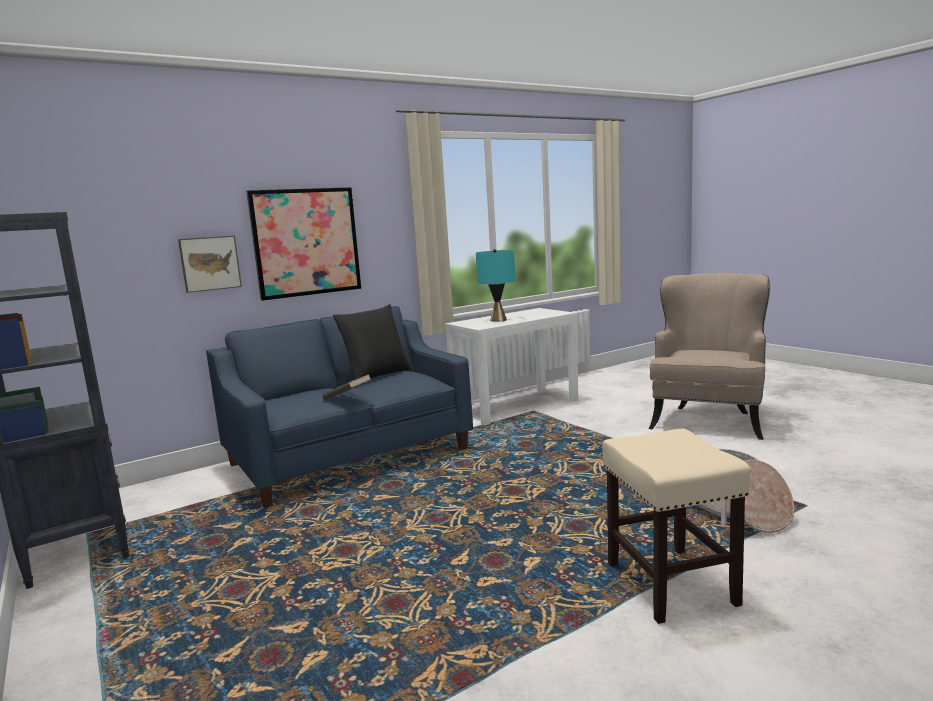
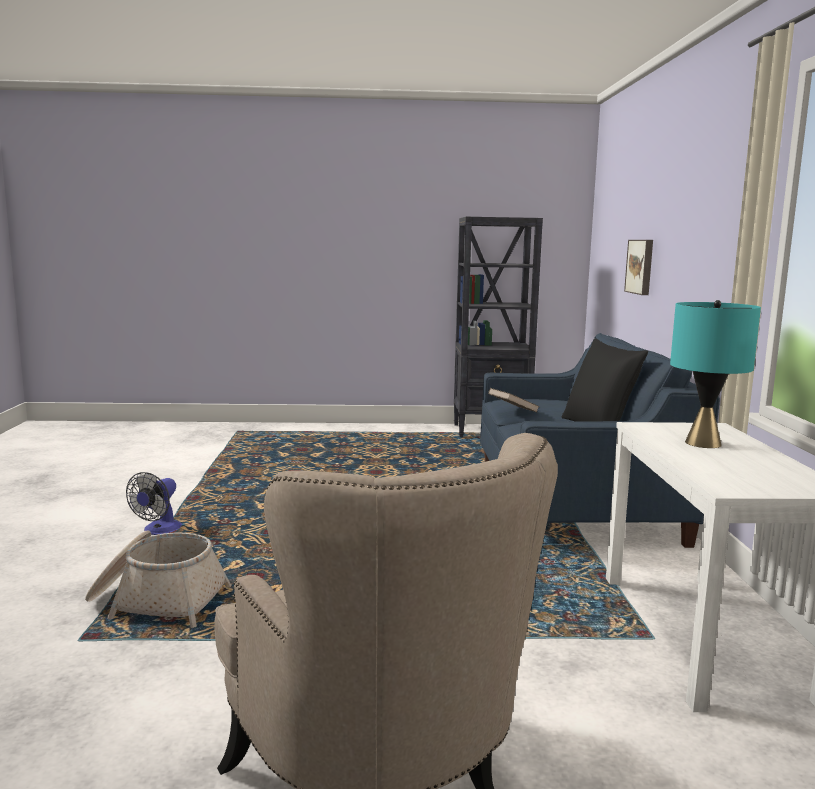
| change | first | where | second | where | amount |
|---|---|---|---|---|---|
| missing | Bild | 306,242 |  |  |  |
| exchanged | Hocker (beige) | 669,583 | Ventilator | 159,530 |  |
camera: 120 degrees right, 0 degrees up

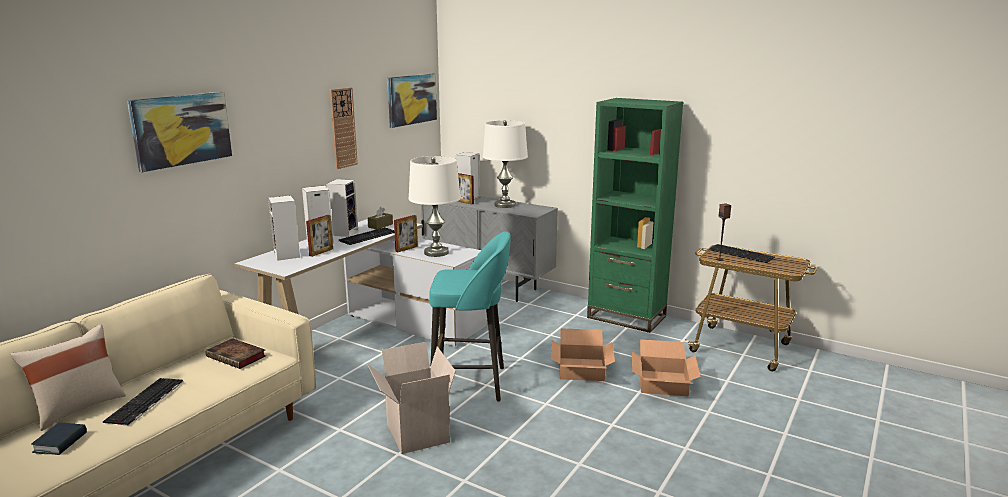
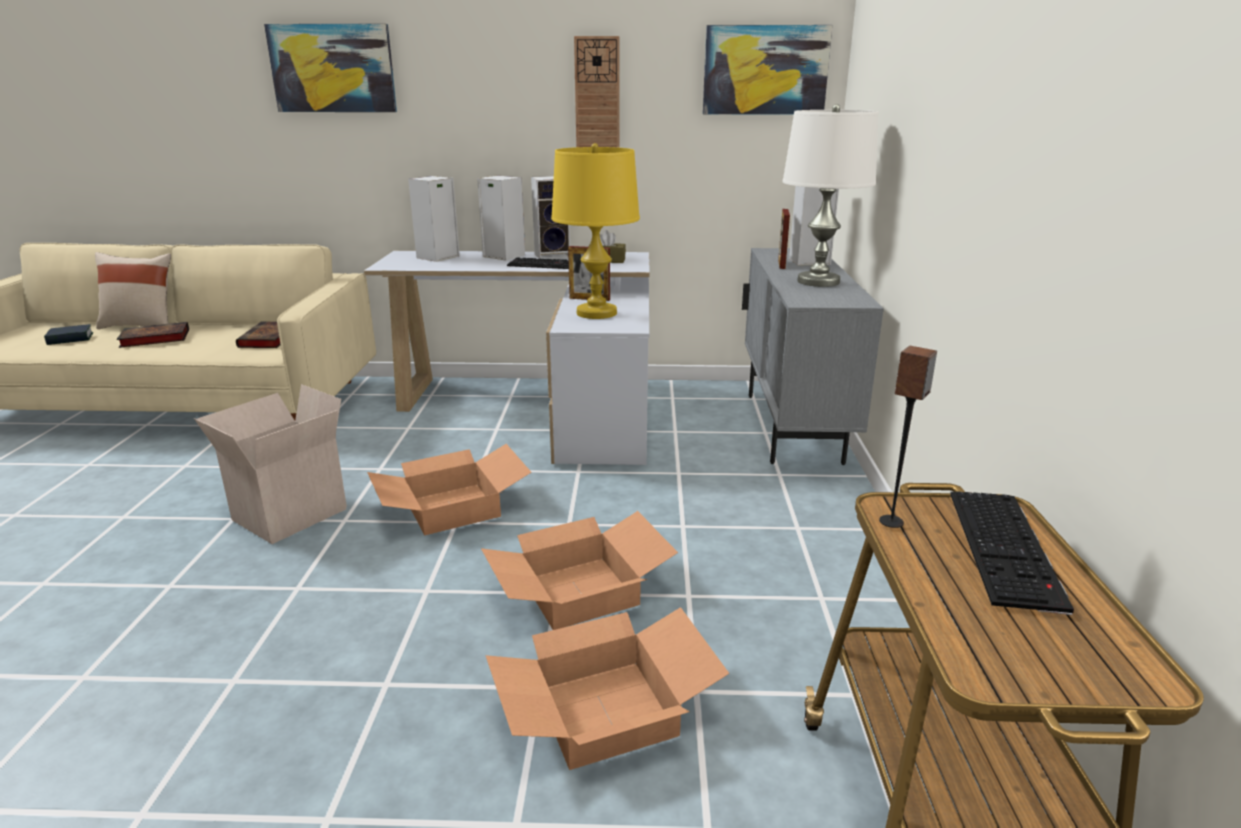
| change | first | where | second | where | amount |
|---|---|---|---|---|---|
| missing | Bilderrahmen | 321,252 |  |  |  |
| missing | Bücherregal (grün) | 626,317 |  |  |  |
| exchanged | Tastatur | 145,401 | Buch | 153,339 |  |
| exchanged | Hocker (türkis) | 471,383 | Karton | 452,509 |  |
| colour | Tischlampe (weiß) | 436,252 | Tischlampe (gelb) | 597,313 |  |
camera: 60 degrees right, 5 degrees up

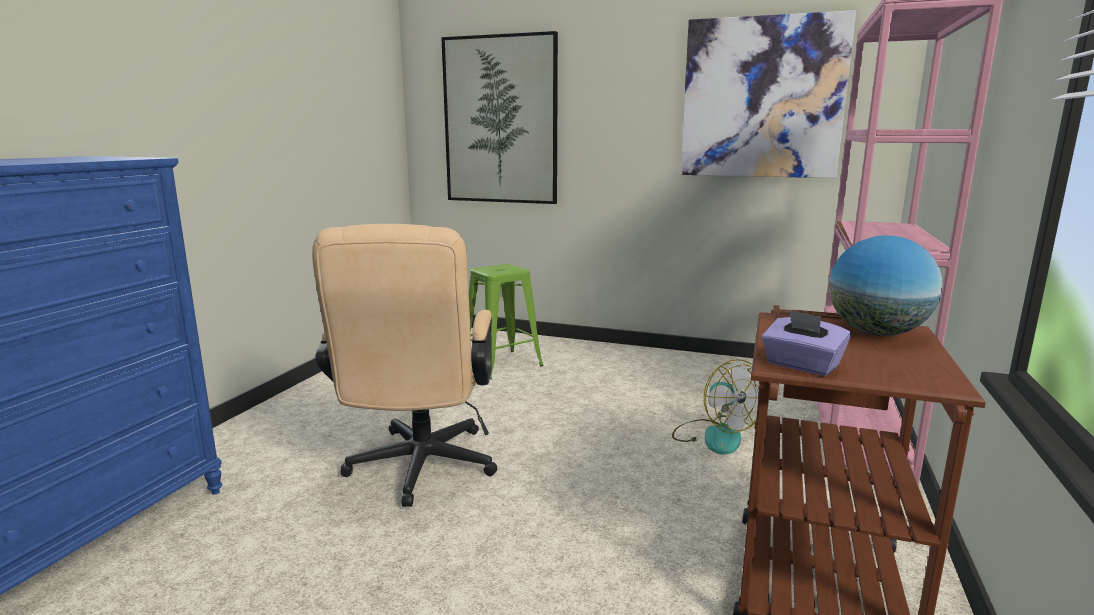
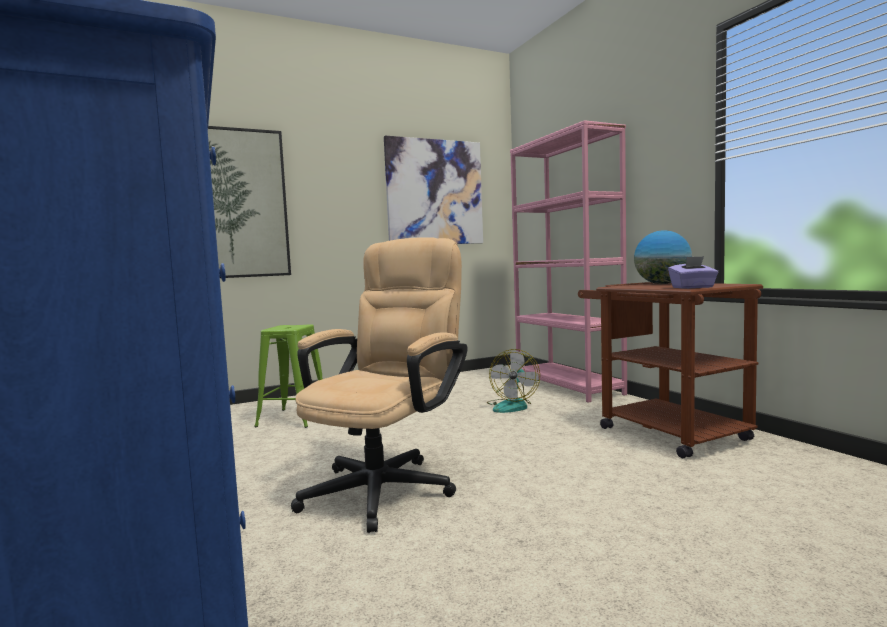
| change | first | where | second | where | amount |
|---|---|---|---|---|---|
| spun | Bürostuhl (beige) | 419,471 |  | 387,485 | 105 degrees counterclockwise |
| spun | Ventilator | 714,436 |  | 512,406 | 90 degrees clockwise |
camera: 45 degrees left, 10 degrees down

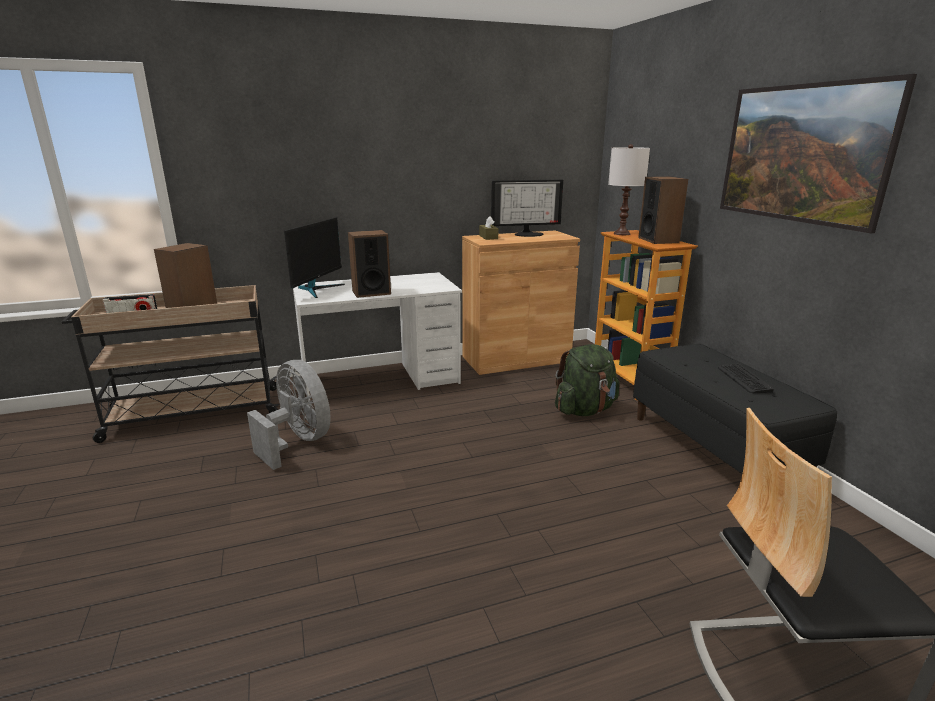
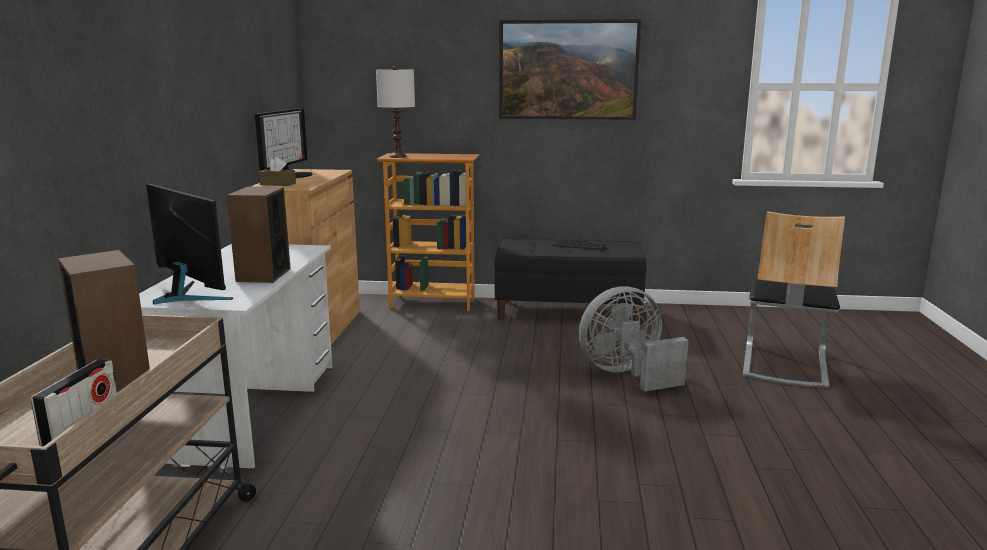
| change | first | where | second | where | amount |
|---|---|---|---|---|---|
| missing | Rucksack (grün) | 585,410 |  |  |  |
| missing | Lautsprecher | 658,240 |  |  |  |
| relocated | Ventilator (grau) | 298,442 |  | 627,374 |  |
camera: 65 degrees left, 5 degrees down

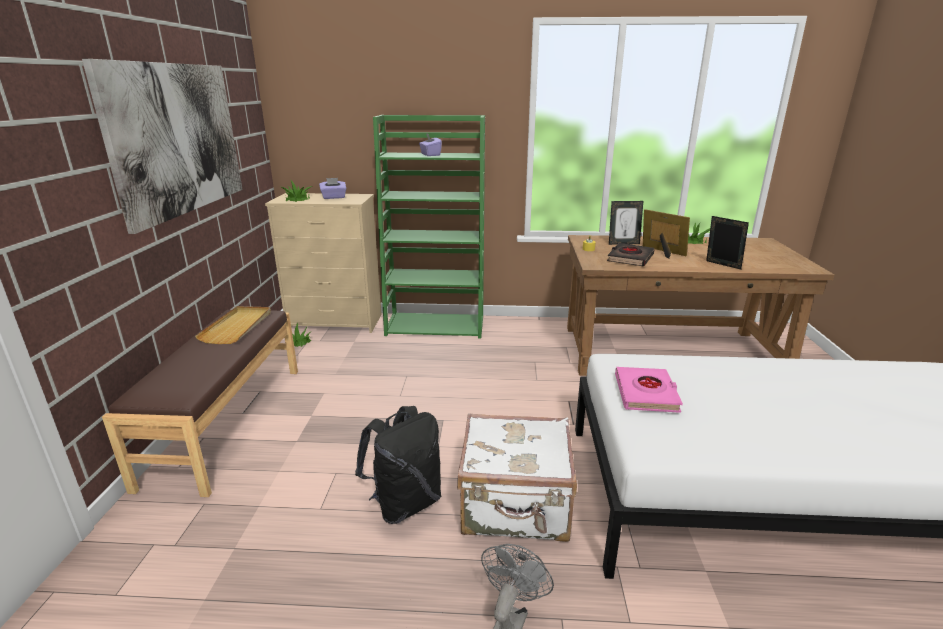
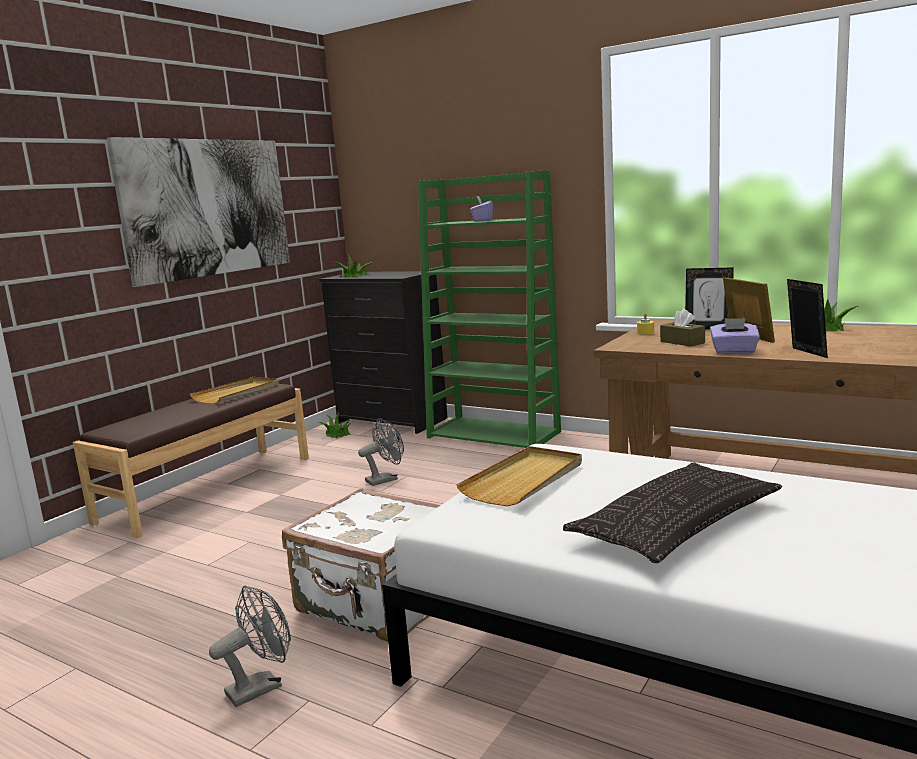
| change | first | where | second | where | amount |
|---|---|---|---|---|---|
| missing | Rucksack (schwarz) | 405,503 |  |  |  |
| appeared |  |  | Ventilator (grau) | 386,479 |  |
| appeared |  |  | Kissen | 676,525 |  |
| relocated | Taschentuchbox (lila) | 334,197 |  | 734,351 |  |
| exchanged | Buch (schwarz) | 630,258 | Taschentuchbox (braun) | 682,342 |  |
| exchanged | Buch (rosa) | 646,394 | Tablett (beige) | 524,480 |  |
| colour | Kommode (beige) | 336,322 | Kommode (schwarz) | 392,421 |  |
camera: 30 degrees right, 10 degrees down

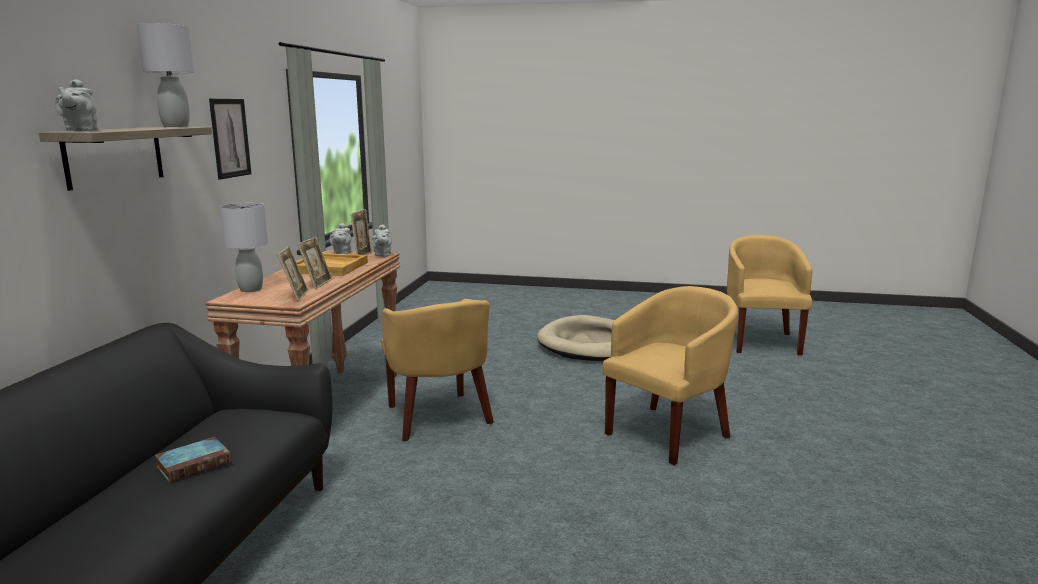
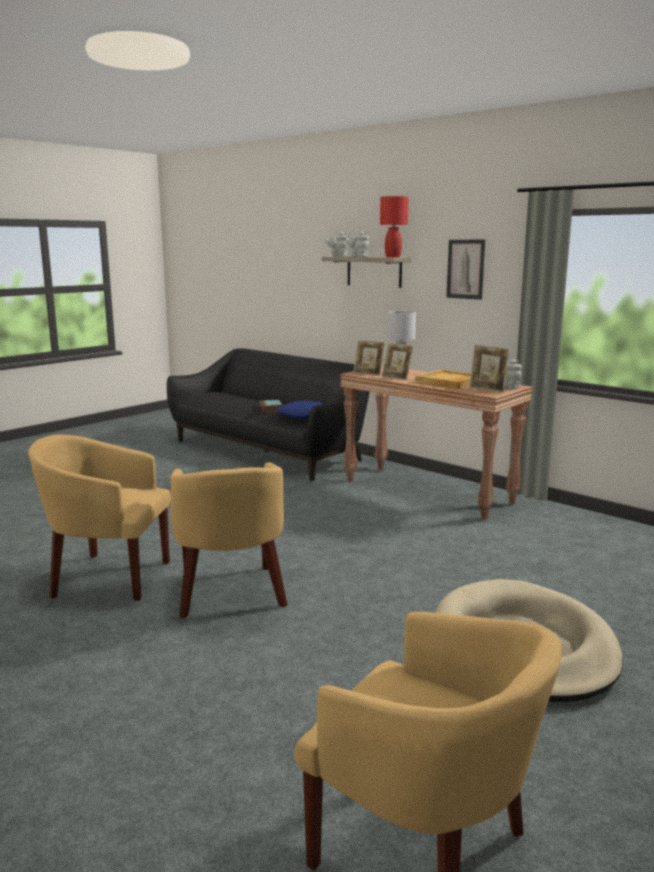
| change | first | where | second | where | amount |
|---|---|---|---|---|---|
| appeared |  |  | Kissen (blau) | 304,416 |  |
| relocated | Teekanne (grau) | 382,255 |  | 358,256 |  |
| relocated | Sessel (gelb) | 438,418 |  | 107,577 |  |
| colour | Tischlampe (grau) | 175,126 | Tischlampe (rot) | 393,257 |  |
camera: 120 degrees right, 0 degrees up

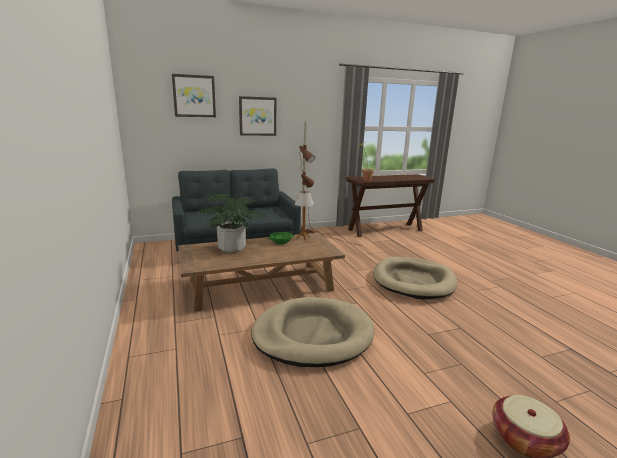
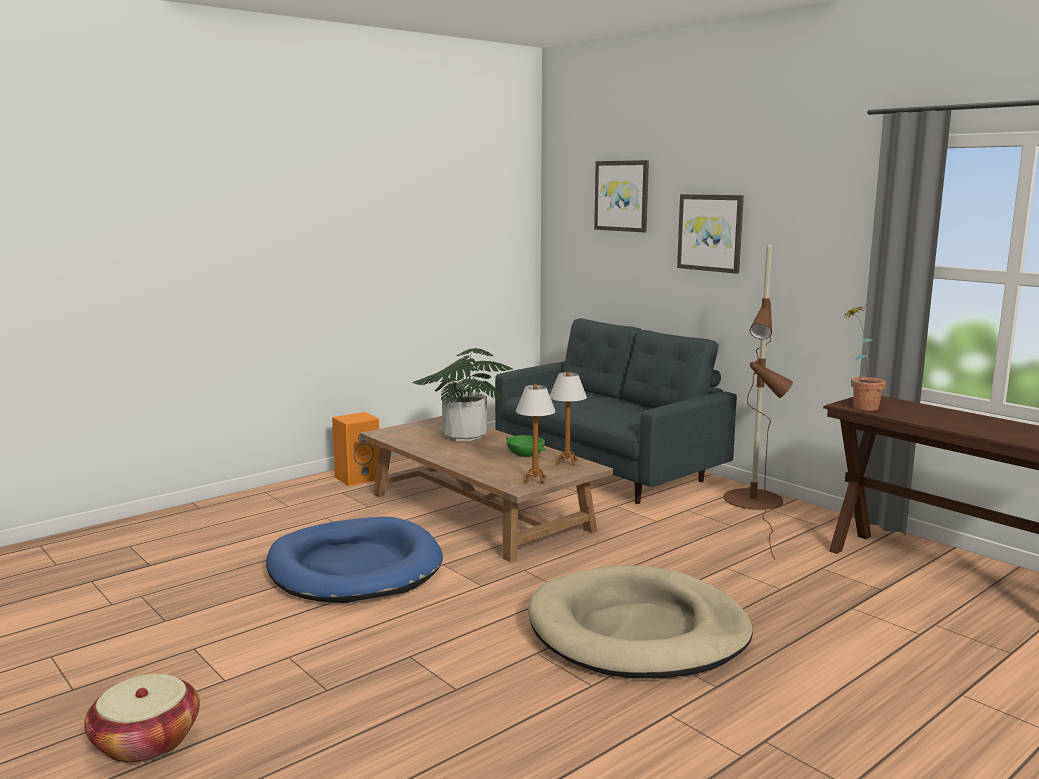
| change | first | where | second | where | amount |
|---|---|---|---|---|---|
| appeared |  |  | Lautsprecher (orange) | 358,478 |  |
| appeared |  |  | Tischlampe | 535,480 |  |
| colour | Hundebett (beige) | 312,335 | Hundebett (blau) | 354,567 |  |
camera: 70 degrees right, 5 degrees down

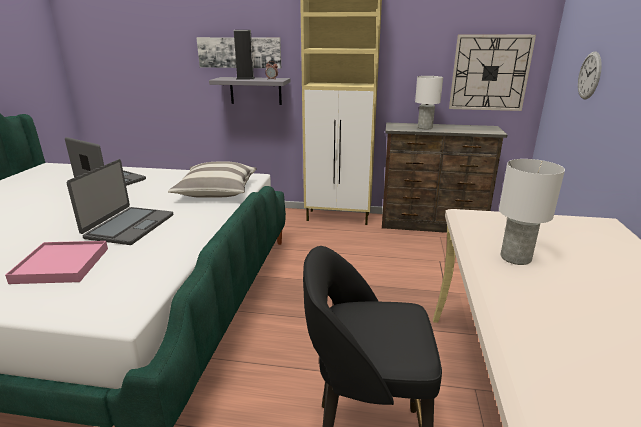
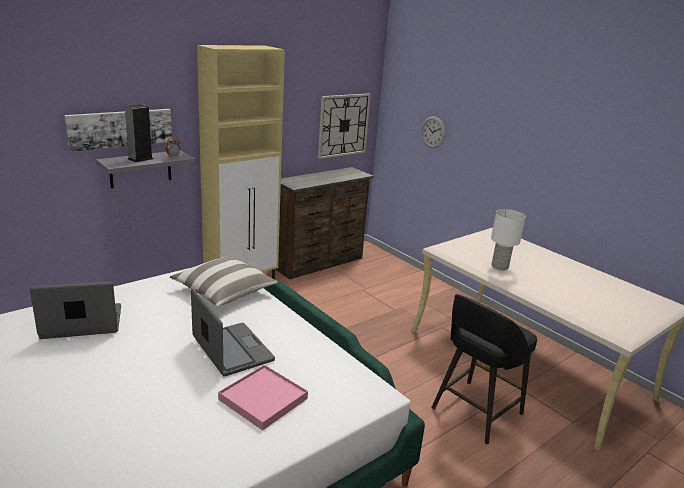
| change | first | where | second | where | amount |
|---|---|---|---|---|---|
| missing | Tischlampe (weiß) | 424,128 |  |  |  |
camera: 50 degrees left, 0 degrees up

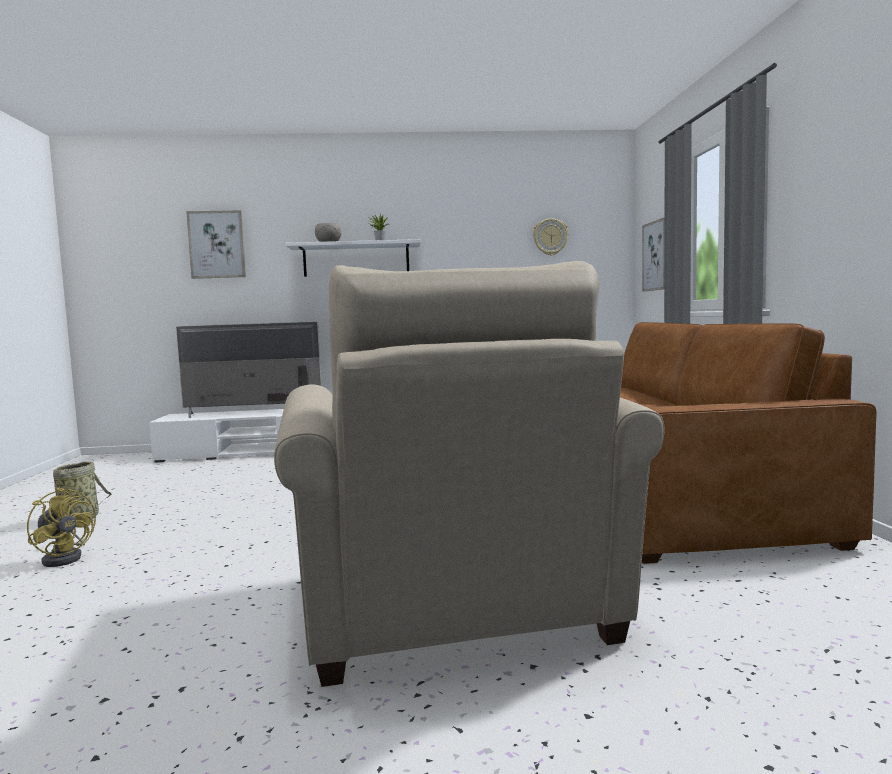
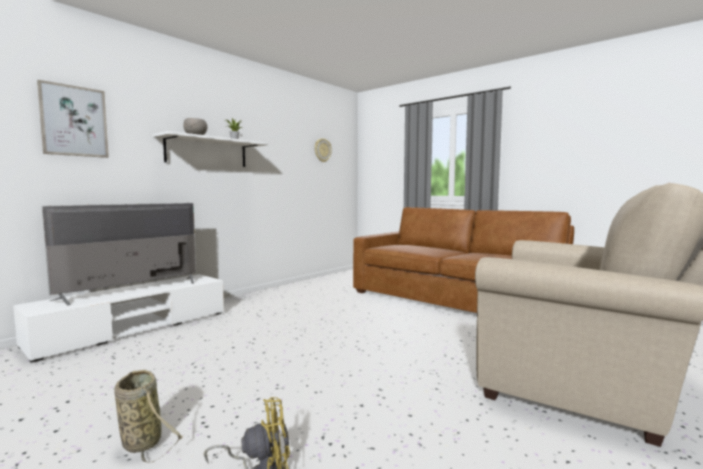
| change | first | where | second | where | amount |
|---|---|---|---|---|---|
| missing | Bild | 656,256 |  |  |  |
camera: 45 degrees left, 0 degrees up

